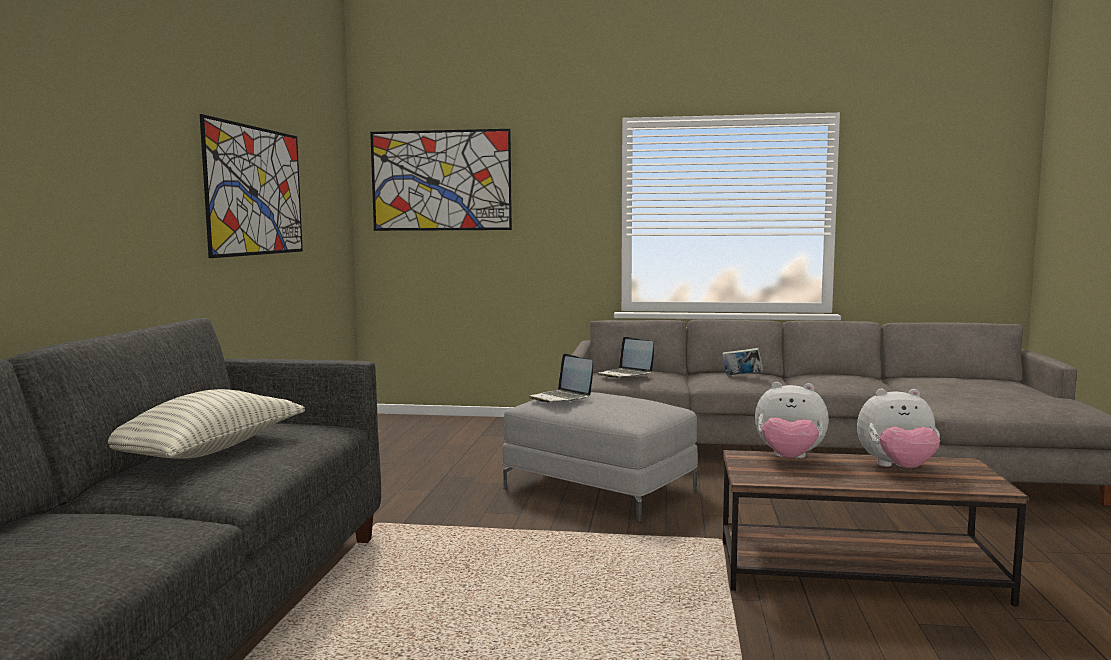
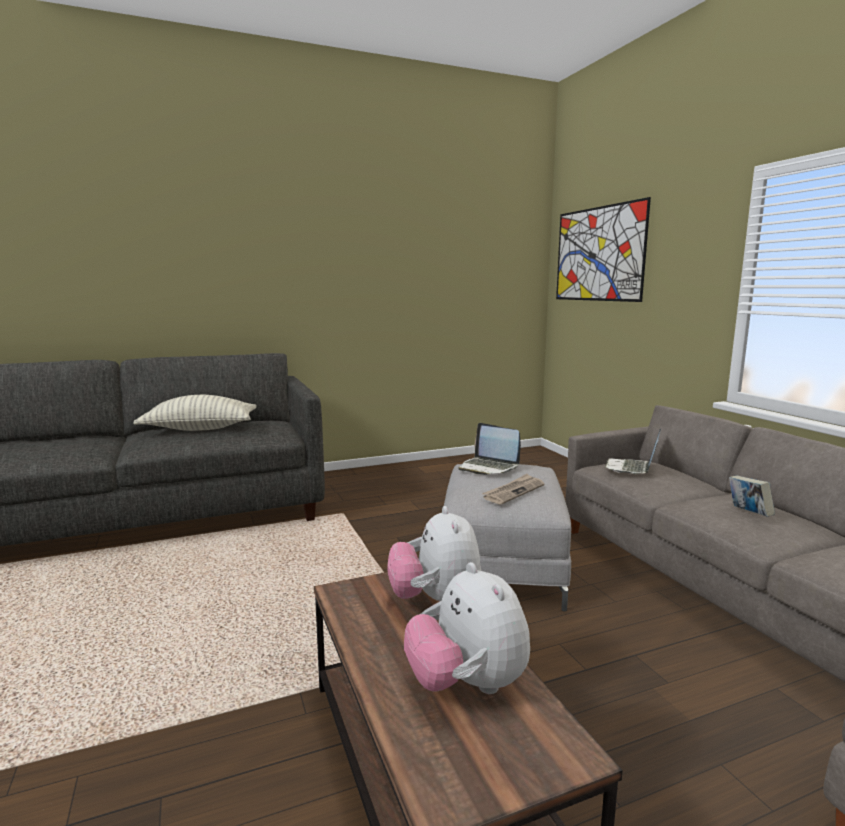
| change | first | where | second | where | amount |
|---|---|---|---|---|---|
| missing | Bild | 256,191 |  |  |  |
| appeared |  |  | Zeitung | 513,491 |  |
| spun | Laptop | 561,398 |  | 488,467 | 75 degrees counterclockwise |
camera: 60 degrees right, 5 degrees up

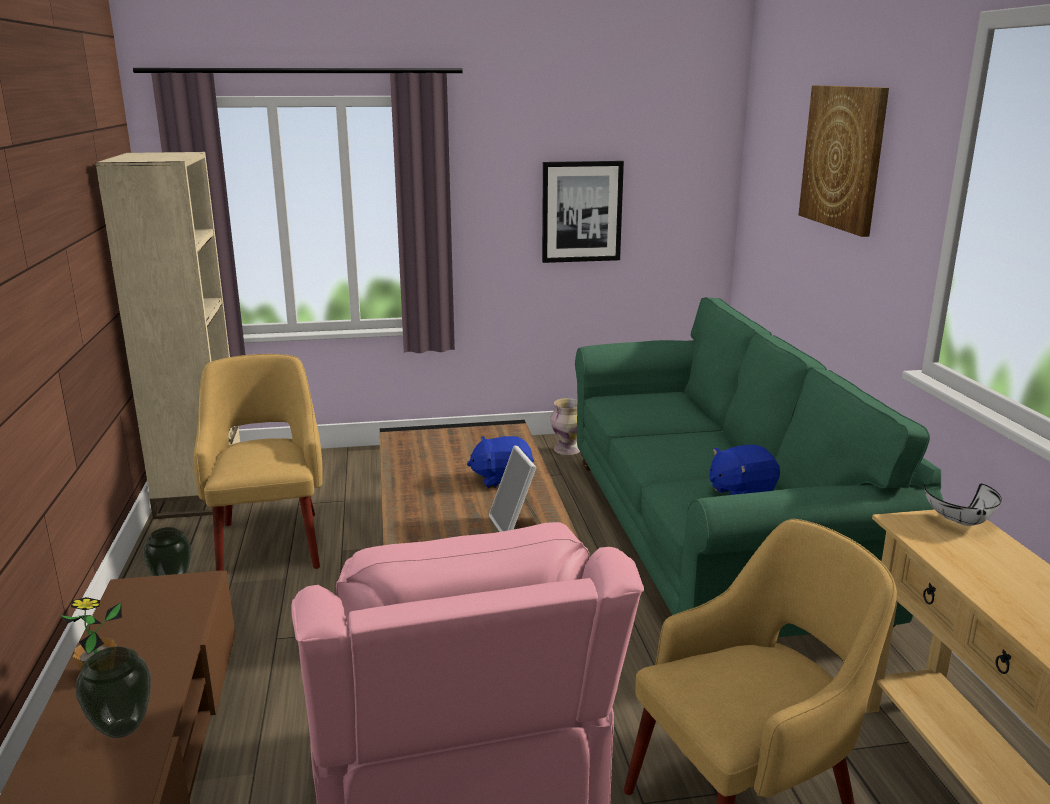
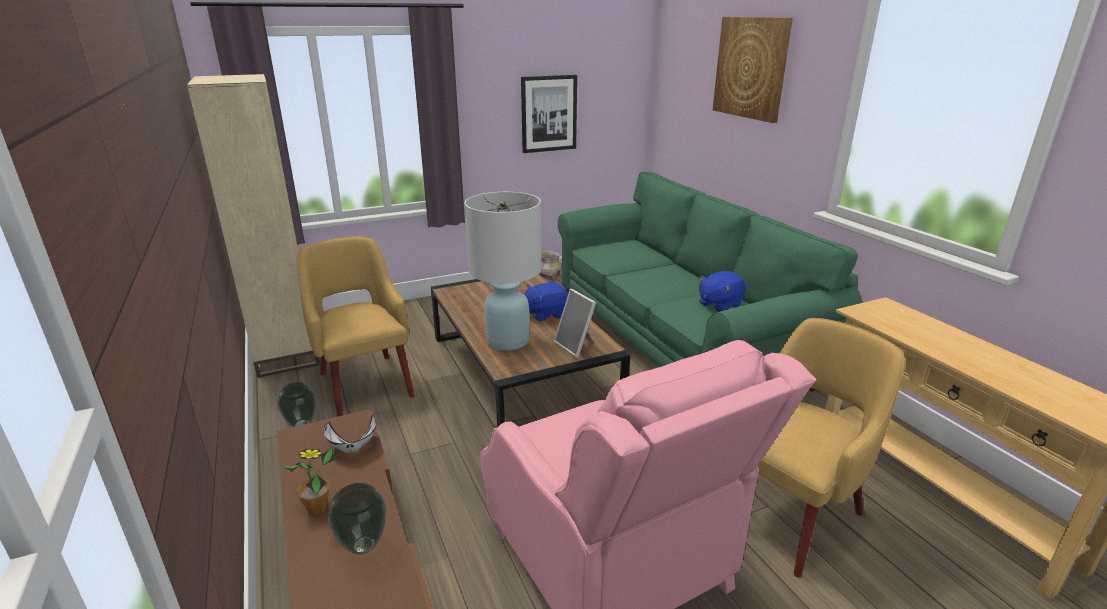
| change | first | where | second | where | amount |
|---|---|---|---|---|---|
| appeared |  |  | Tischlampe (weiß) | 508,341 |  |
| relocated | Schüssel (weiß) | 962,522 |  | 353,448 |  |
camera: 15 degrees left, 5 degrees up

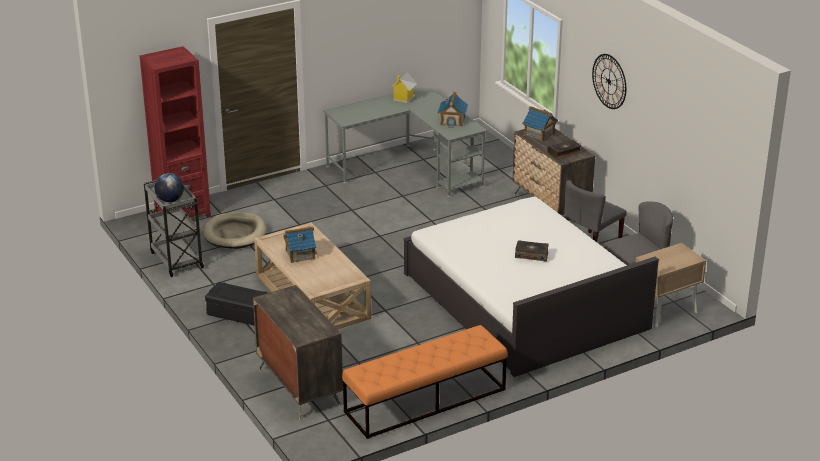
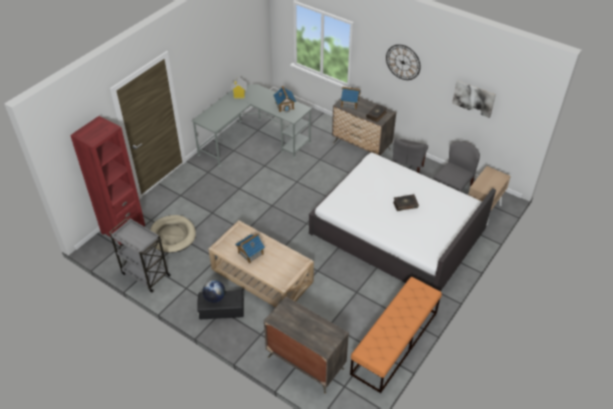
| change | first | where | second | where | amount |
|---|---|---|---|---|---|
| appeared |  |  | Bild | 473,98 |  |
| relocated | Globus | 170,200 |  | 215,298 |  |
camera: 25 degrees left, 15 degrees up

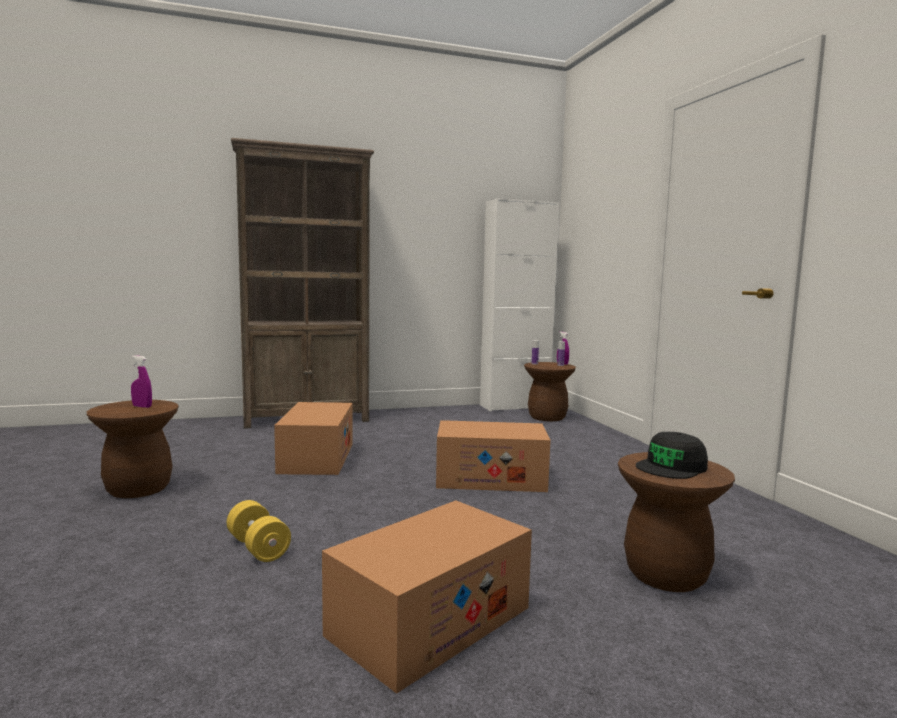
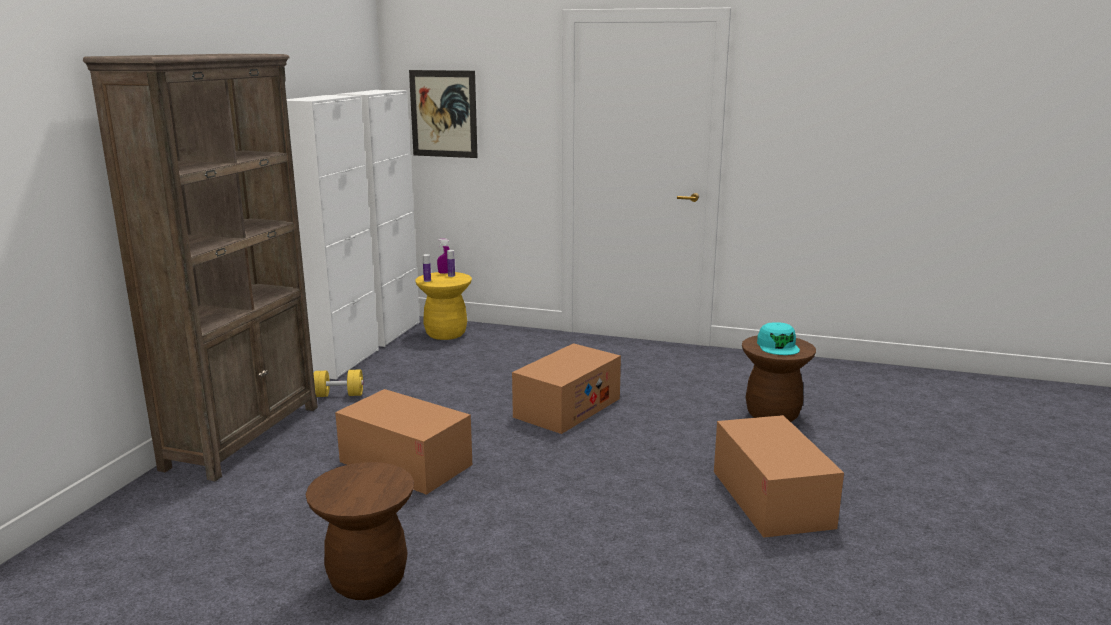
| change | first | where | second | where | amount |
|---|---|---|---|---|---|
| missing | Sprühflasche (lila) | 142,406 |  |  |  |
| appeared |  |  | Schrank (weiß) | 342,362 |  |
| appeared |  |  | Bild | 443,114 |  |
| relocated | Hantel (gelb) | 258,548 |  | 339,395 |  |
| colour | Hocker (braun) | 547,417 | Hocker (gelb) | 446,334 |  |
| colour | Kappe (schwarz) | 672,467 | Kappe (türkis) | 778,346 |  |
camera: 55 degrees left, 10 degrees up

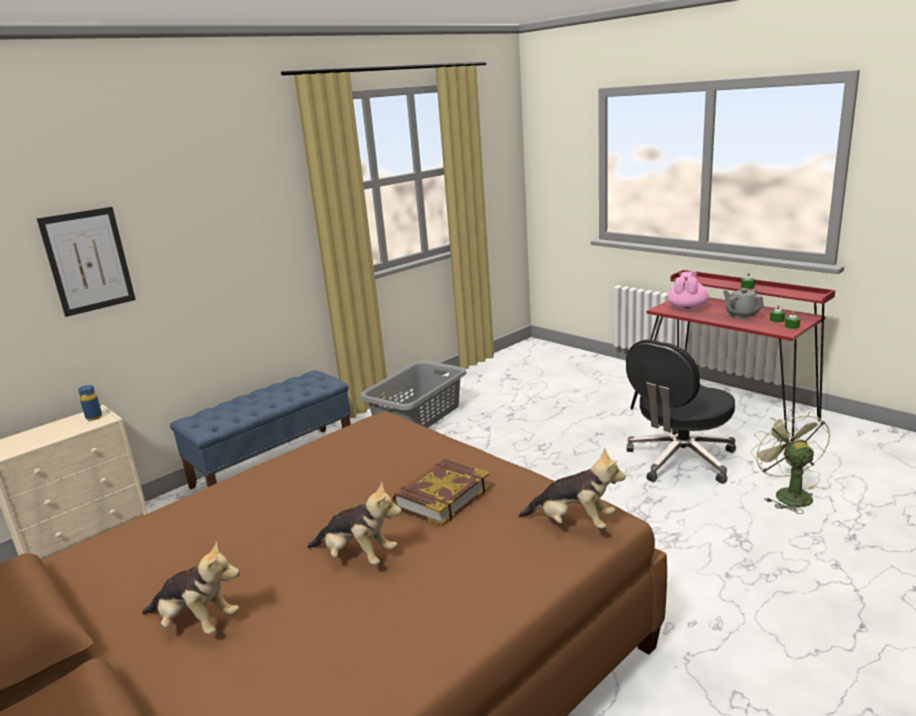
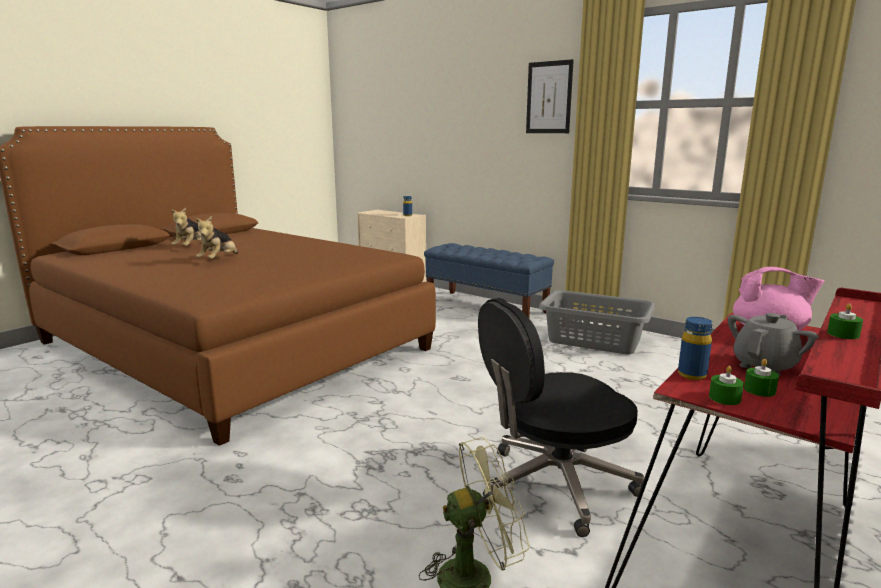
| change | first | where | second | where | amount |
|---|---|---|---|---|---|
| missing | Buch | 442,497 |  |  |  |
| missing | Plüschtier | 573,523 |  |  |  |
| appeared |  |  | Flasche (blau) | 692,375 |  |
| relocated | Bild | 88,261 |  | 549,97 |  |
| spun | Bürostuhl (schwarz) | 680,460 |  | 554,485 | 60 degrees counterclockwise |
camera: 80 degrees right, 5 degrees down

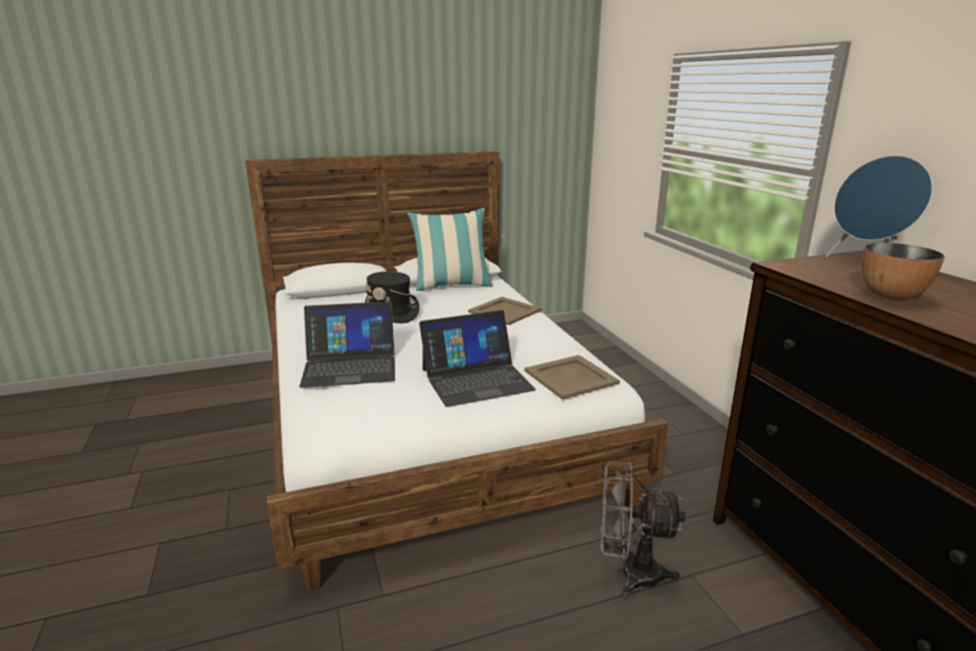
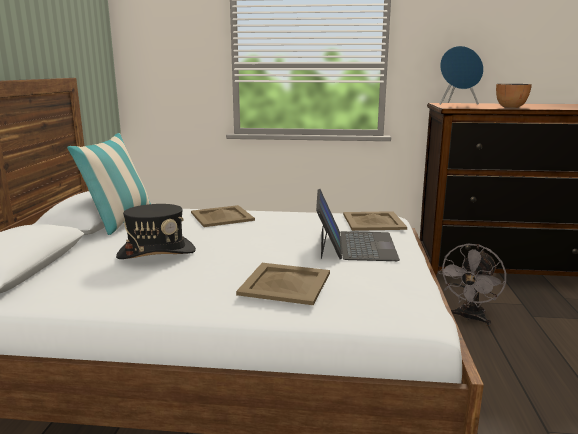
| change | first | where | second | where | amount |
|---|---|---|---|---|---|
| exchanged | Laptop | 350,366 | Tablett (beige) | 284,283 |  |
camera: 65 degrees left, 5 degrees down

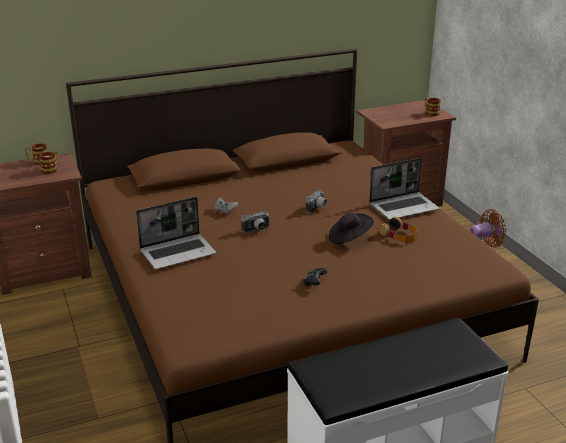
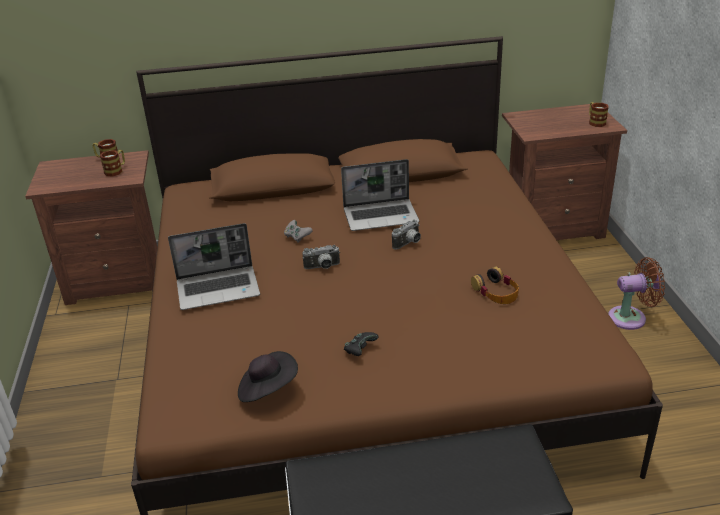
| change | first | where | second | where | amount |
|---|---|---|---|---|---|
| relocated | Hut (schwarz) | 349,238 |  | 267,389 |  |
| relocated | Laptop | 404,207 |  | 381,216 |  |
camera: 15 degrees right, 5 degrees up

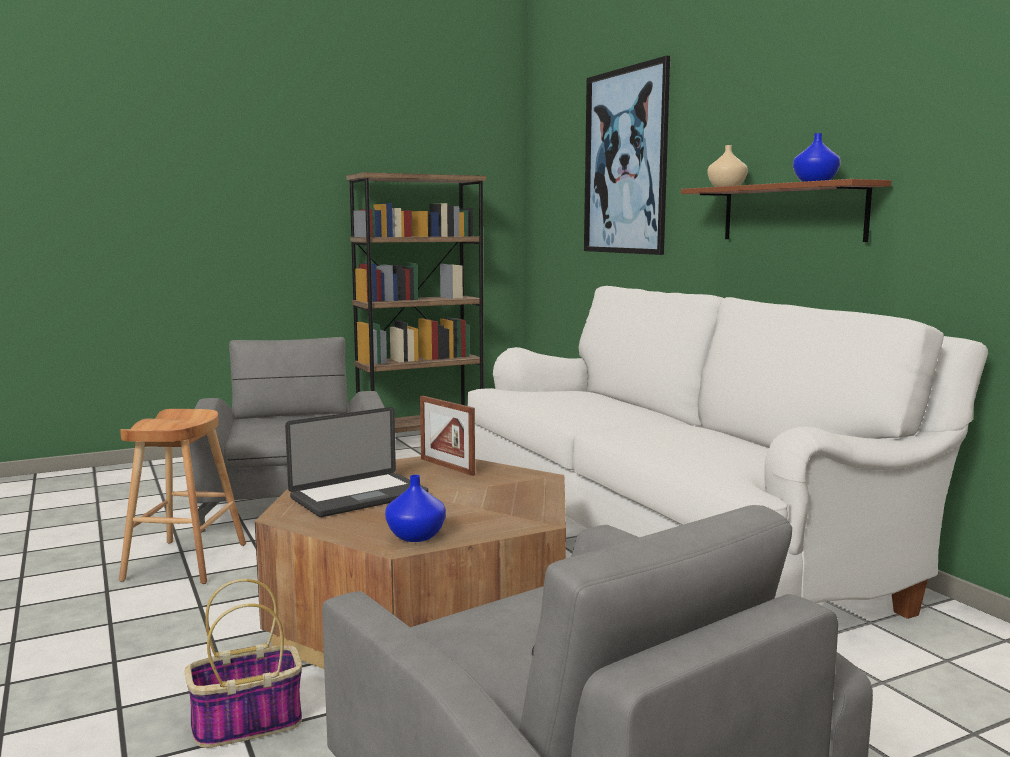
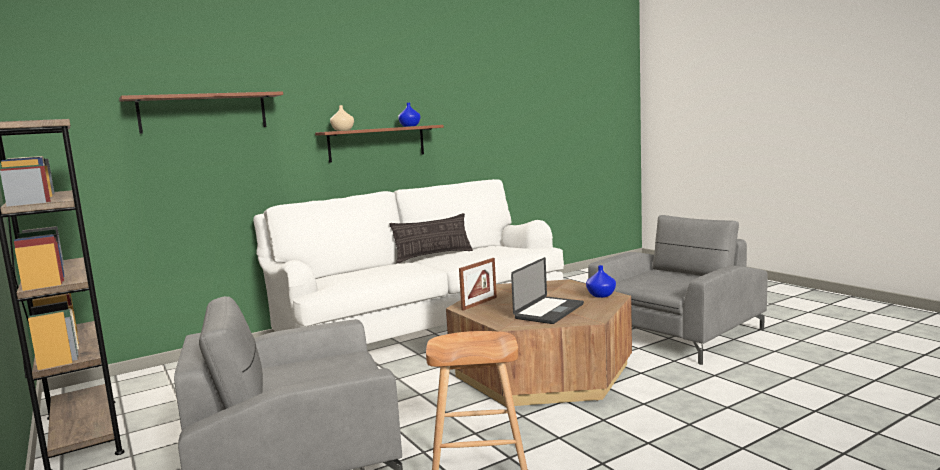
| change | first | where | second | where | amount |
|---|---|---|---|---|---|
| missing | Korb | 246,724 |  |  |  |
| appeared |  |  | Kissen | 433,256 |  |
| exchanged | Bild | 625,162 | Wandregal (braun) | 203,112 |  |
| spun | Laptop | 359,497 |  | 549,311 | 75 degrees clockwise |
camera: 95 degrees left, 0 degrees up

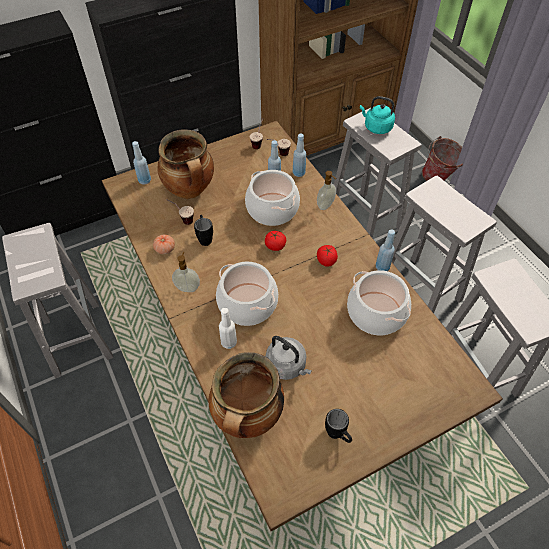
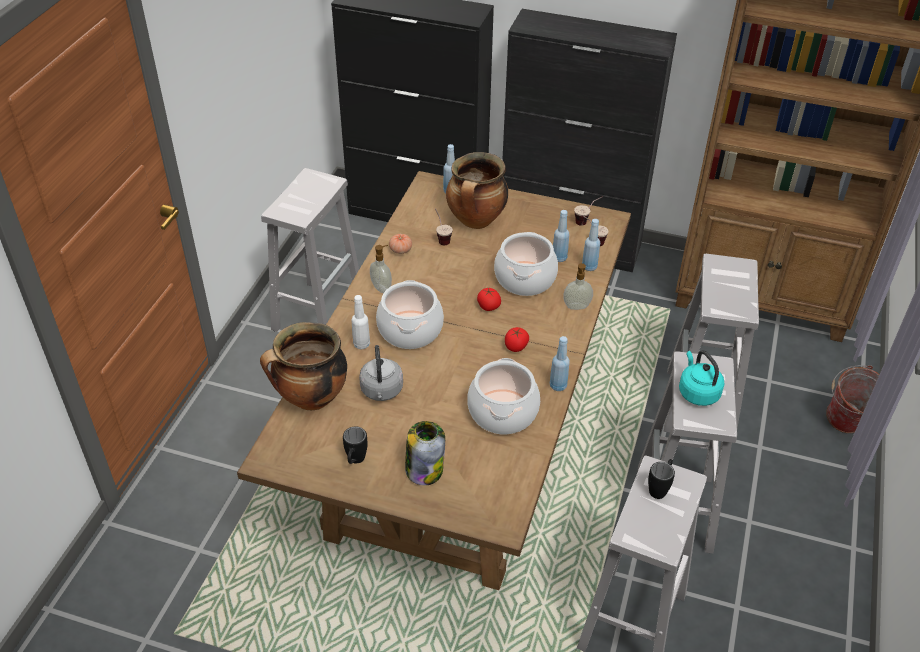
| change | first | where | second | where | amount |
|---|---|---|---|---|---|
| appeared |  |  | Vorratsglas | 424,469 |  |
| relocated | Henkelbecher (schwarz) | 205,237 |  | 660,488 |  |
| relocated | Wasserkessel (türkis) | 376,127 |  | 697,392 |  |
camera: 45 degrees right, 10 degrees down

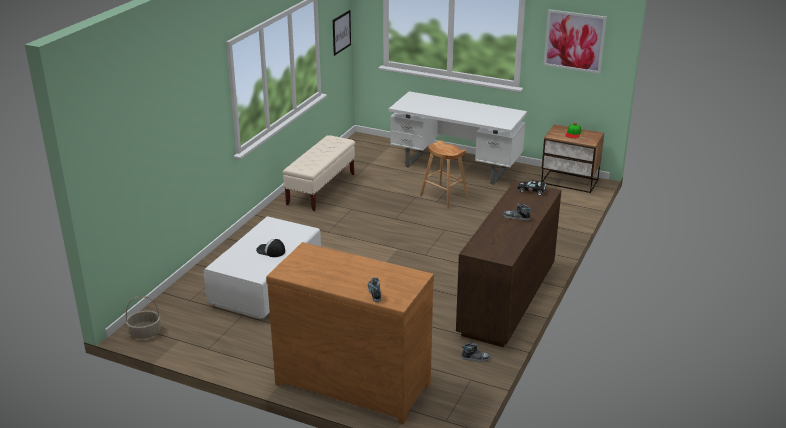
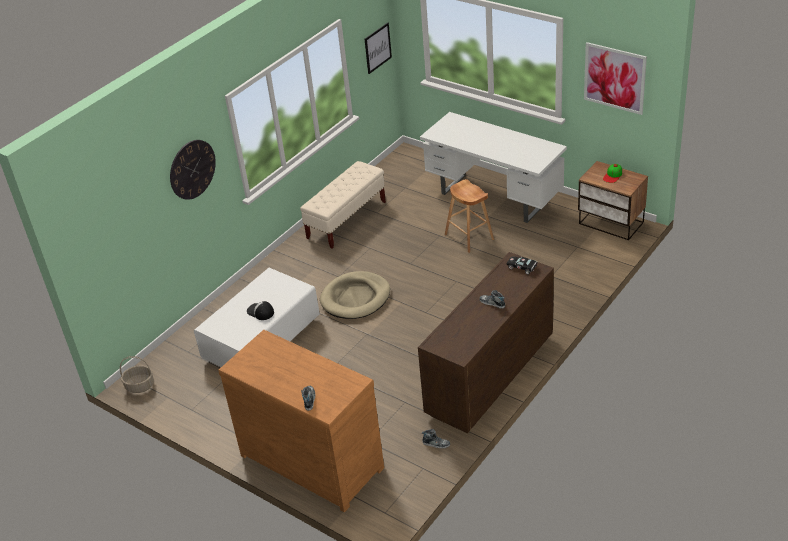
| change | first | where | second | where | amount |
|---|---|---|---|---|---|
| appeared |  |  | Wanduhr | 192,169 |  |
| appeared |  |  | Hundebett (beige) | 355,298 |  |
camera: 15 degrees right, 10 degrees up

